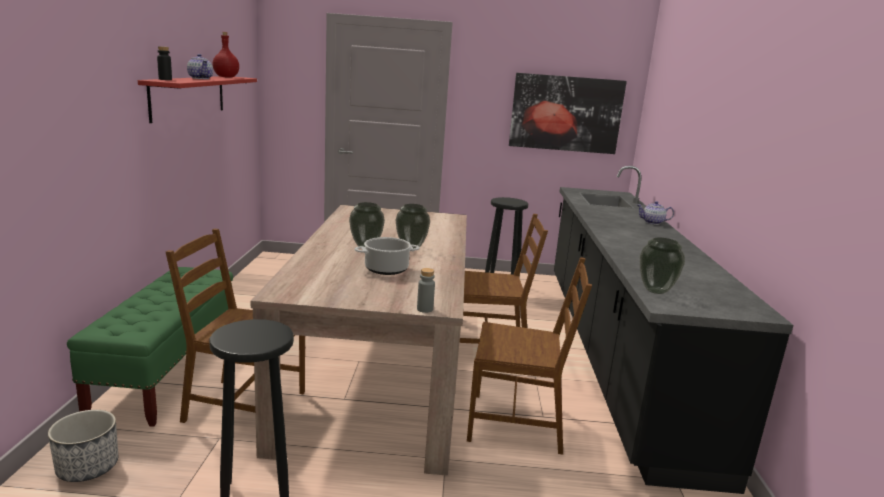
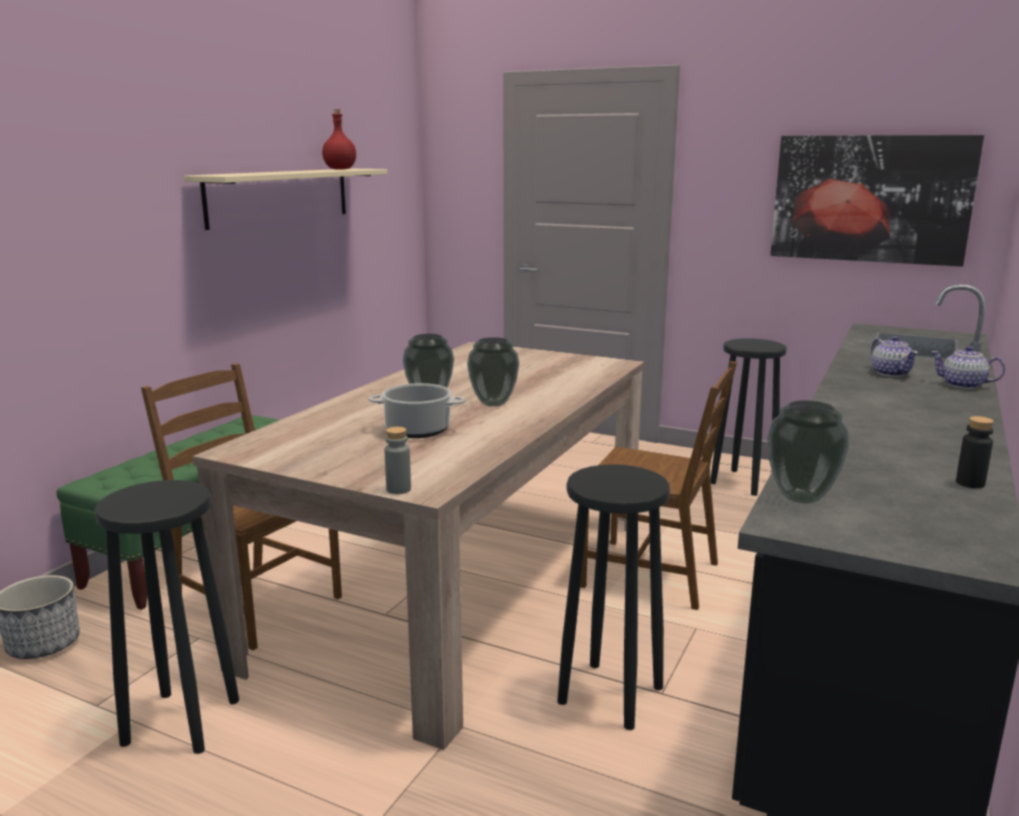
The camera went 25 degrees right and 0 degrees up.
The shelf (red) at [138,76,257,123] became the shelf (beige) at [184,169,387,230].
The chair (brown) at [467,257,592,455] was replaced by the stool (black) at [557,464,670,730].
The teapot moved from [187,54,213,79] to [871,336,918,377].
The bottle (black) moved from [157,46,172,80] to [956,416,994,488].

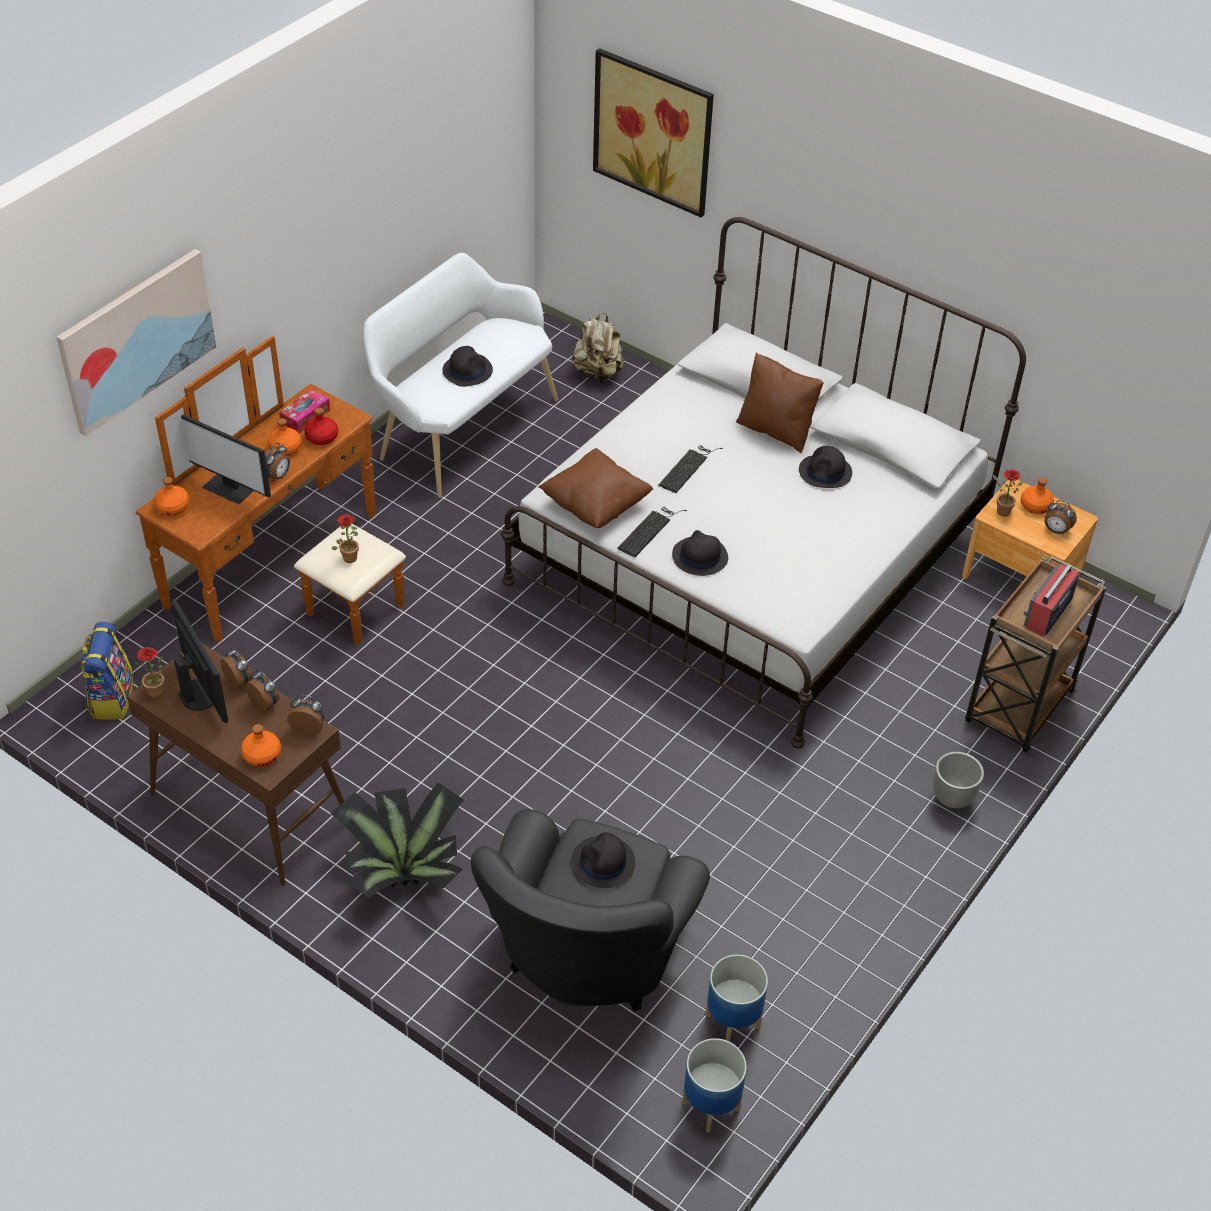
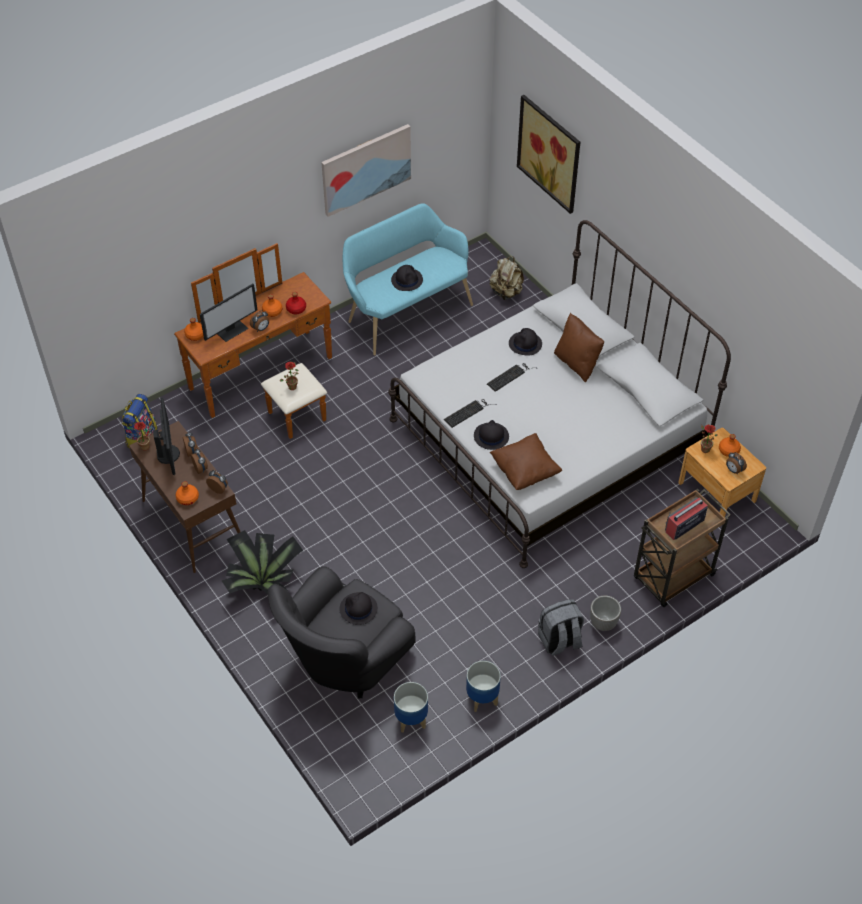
The camera went 20 degrees right and 5 degrees up.
The monitor at [181,415,271,505] turned 90 degrees counterclockwise.
The picture moved from [56,249,217,436] to [321,124,411,217].
The bench (white) at [363,253,558,498] became the bench (turquoise) at [343,203,473,355].
The planter moved from [682,1038,747,1133] to [466,661,501,712].
The pillow (brown) moved from [538,448,653,528] to [489,433,563,490].
The hat (black) moved from [799,446,852,488] to [509,328,542,356].
The backpack (grey) at [538,599,584,656] appeared.
The tissue box at [279,389,330,434] disappeared.

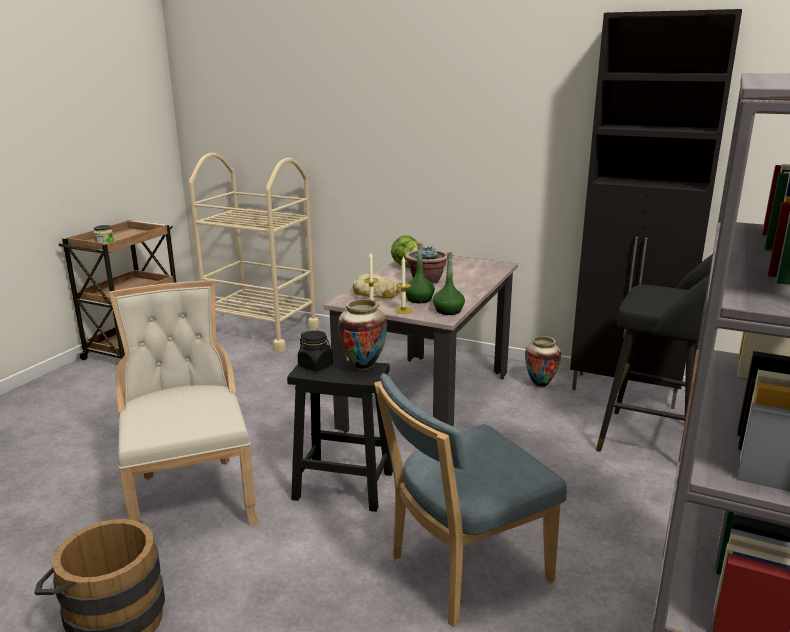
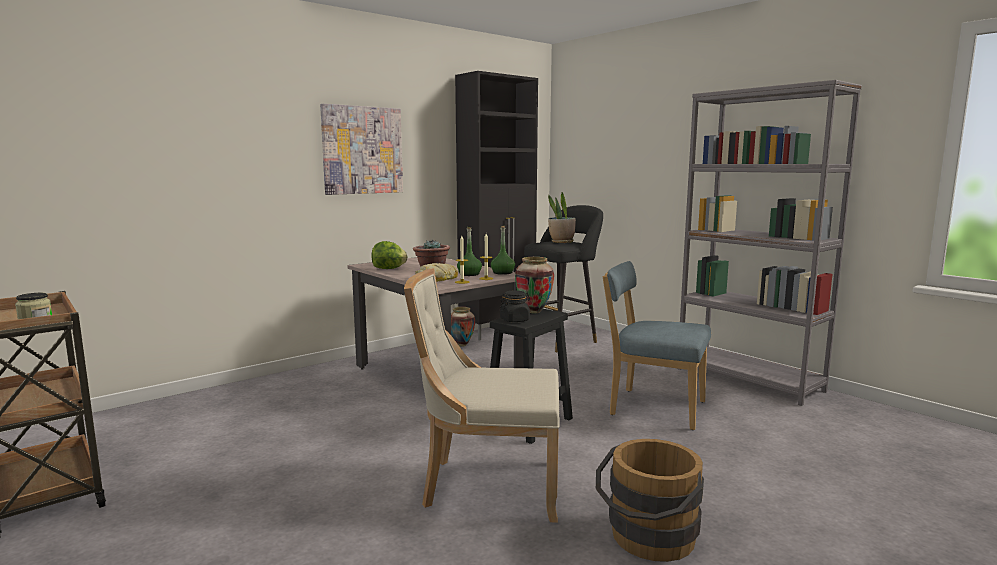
The camera went 65 degrees left and 10 degrees down.
The picture at [320,104,403,195] appeared.
The potted plant at [548,192,576,243] appeared.
The chair (blue) at [374,373,567,627] turned 120 degrees clockwise.
The cart (beige) at [189,153,320,352] disappeared.

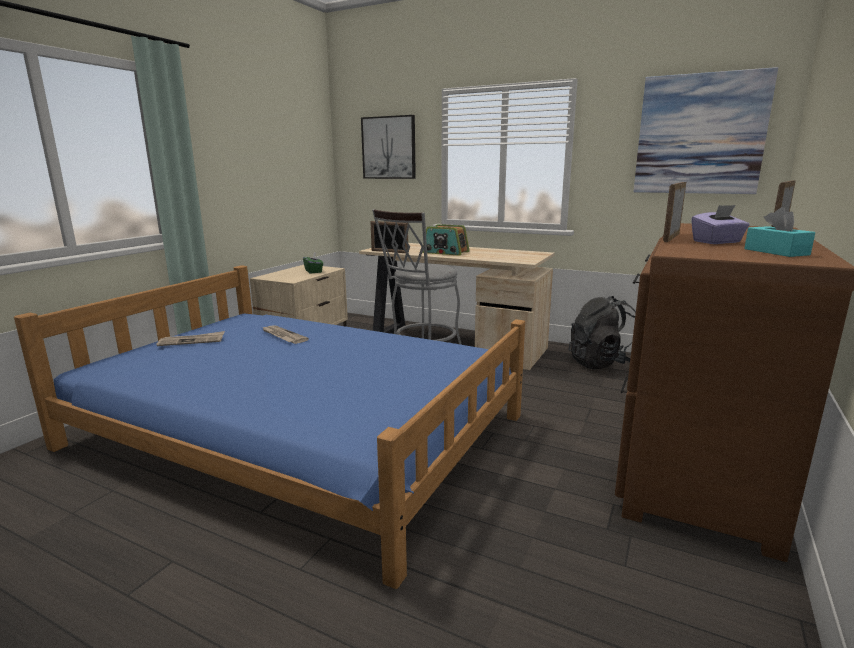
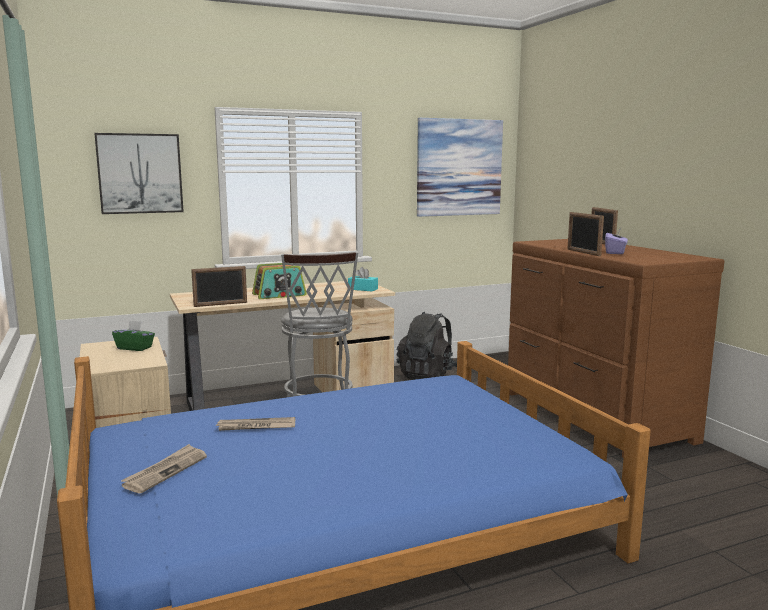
The camera went 50 degrees left and 5 degrees down.
The tissue box (turquoise) moved from [744,207,815,257] to [348,267,378,291].

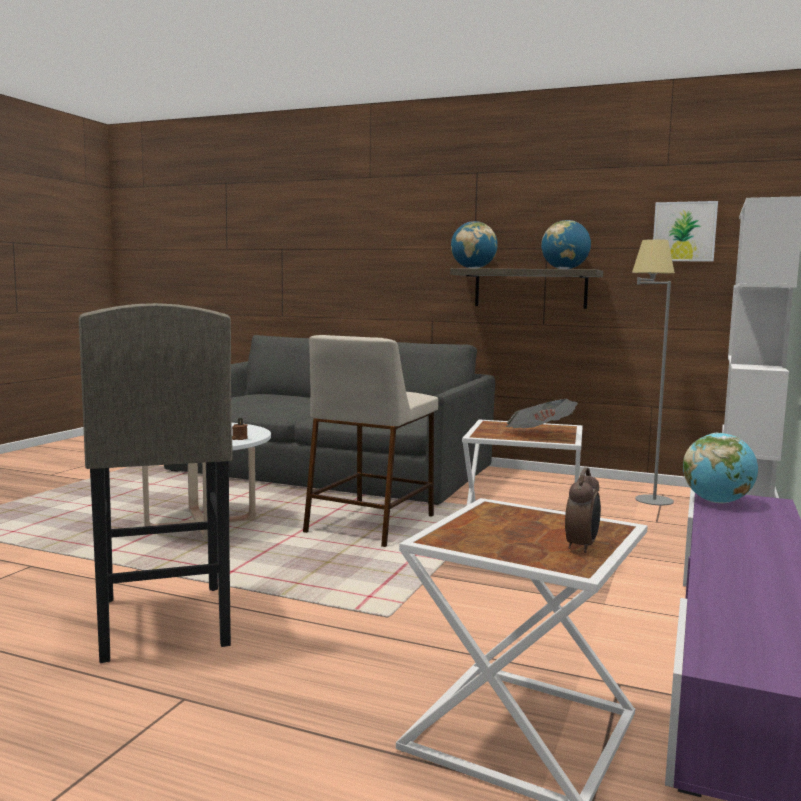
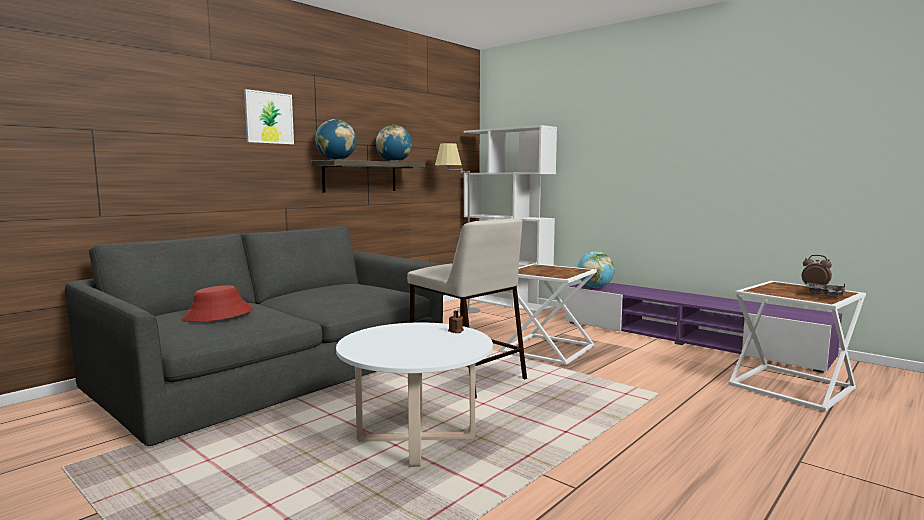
The camera went 70 degrees left and 0 degrees up.
The hat (red) at [182,285,253,322] appeared.
The picture moved from [653,201,718,261] to [244,89,294,145].
The tray (grey) at [806,283,845,296] appeared.
The stool (grey) at [79,303,232,663] disappeared.
The newspaper at [505,399,578,428] disappeared.

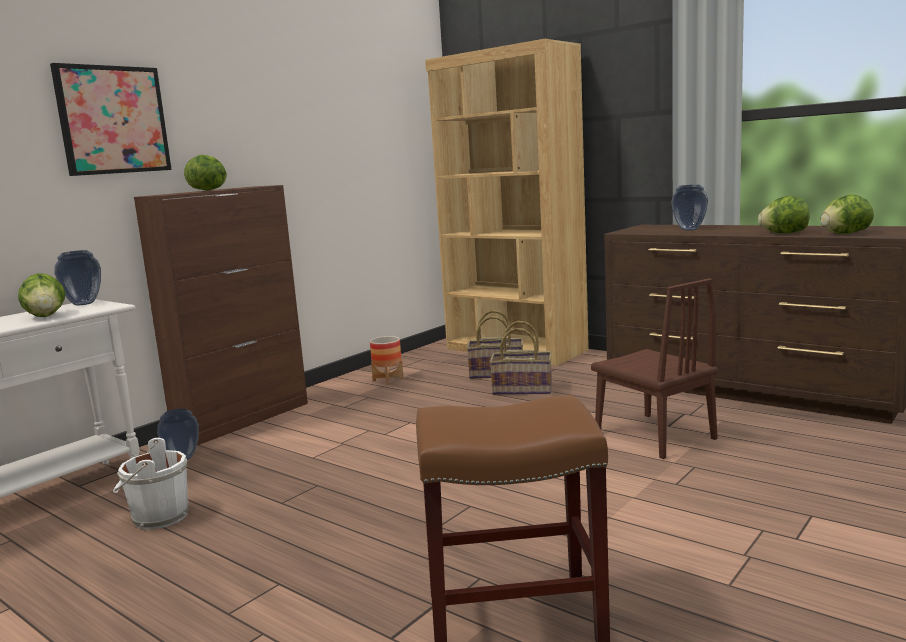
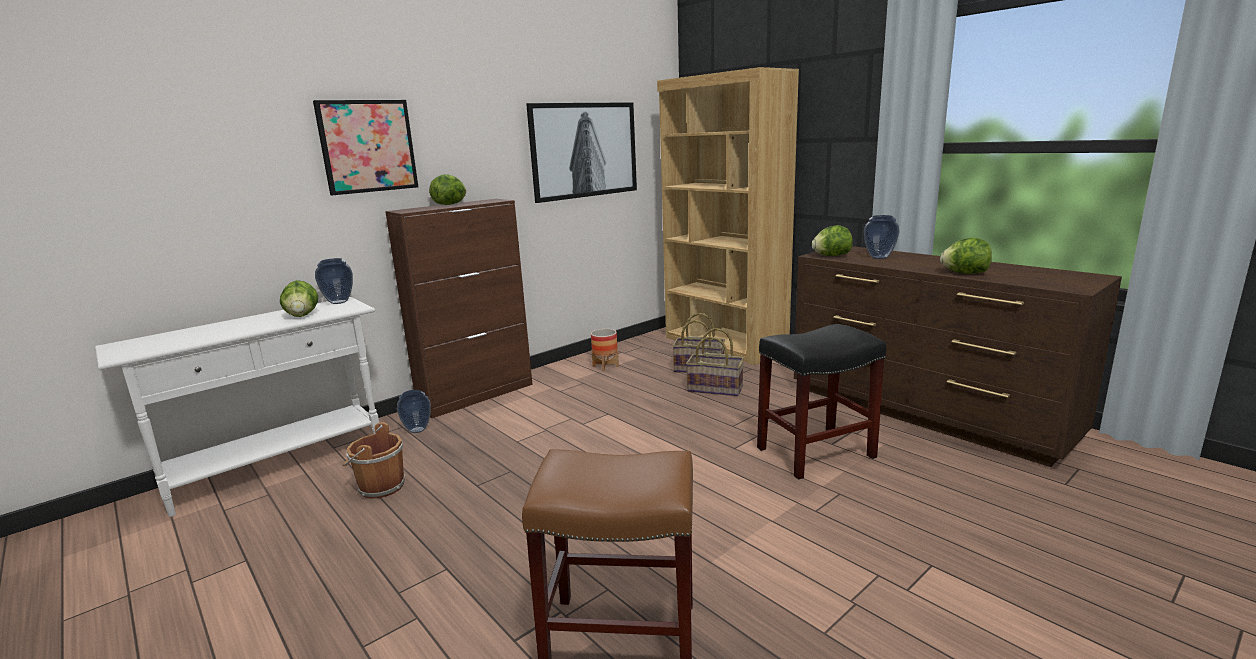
The camera went 10 degrees right and 5 degrees up.
The bucket (white) at [113,438,189,530] became the bucket (brown) at [342,422,406,499].
The picture at [526,102,637,203] appeared.
The chair (brown) at [591,278,718,459] was replaced by the stool (black) at [757,324,886,480].
The lettuce moved from [821,194,874,234] to [812,225,853,256].

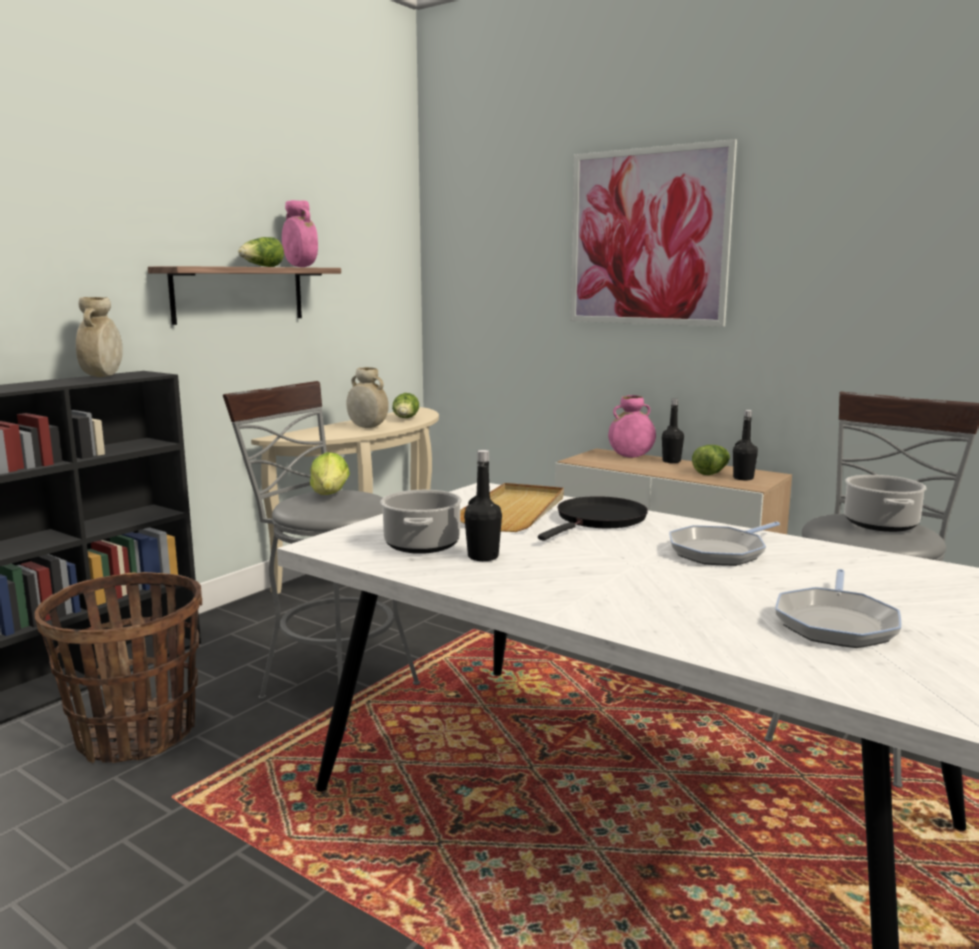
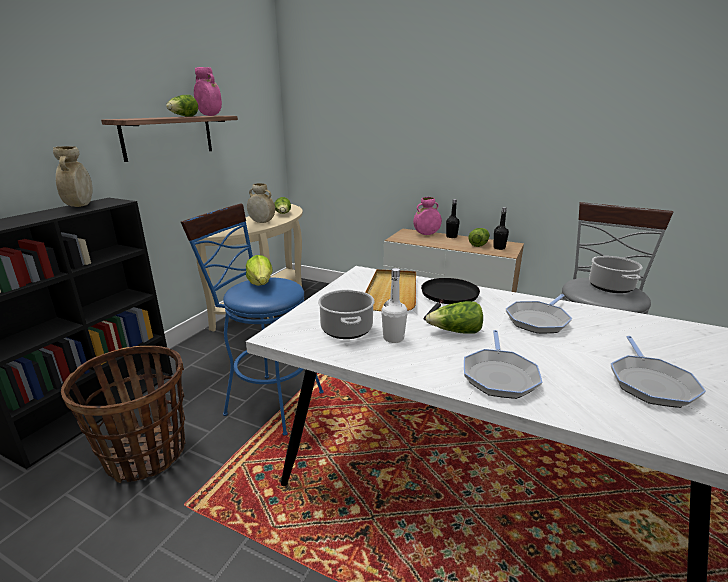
The camera went 10 degrees left and 10 degrees up.
The stool (grey) at [223,381,420,731] became the stool (blue) at [181,203,324,436].
The bottle (black) at [464,450,502,561] became the bottle (white) at [381,268,408,343].
The lettuce at [426,301,483,334] appeared.
The frying pan at [464,330,542,399] appeared.
The picture at [570,139,737,327] disappeared.

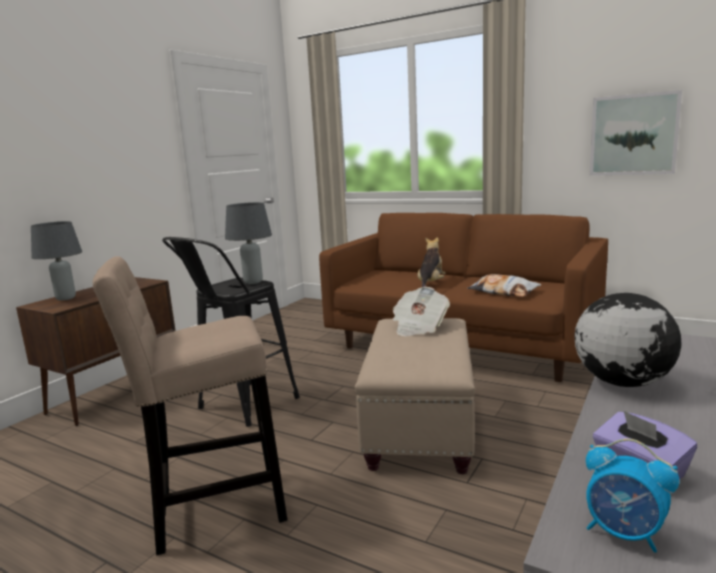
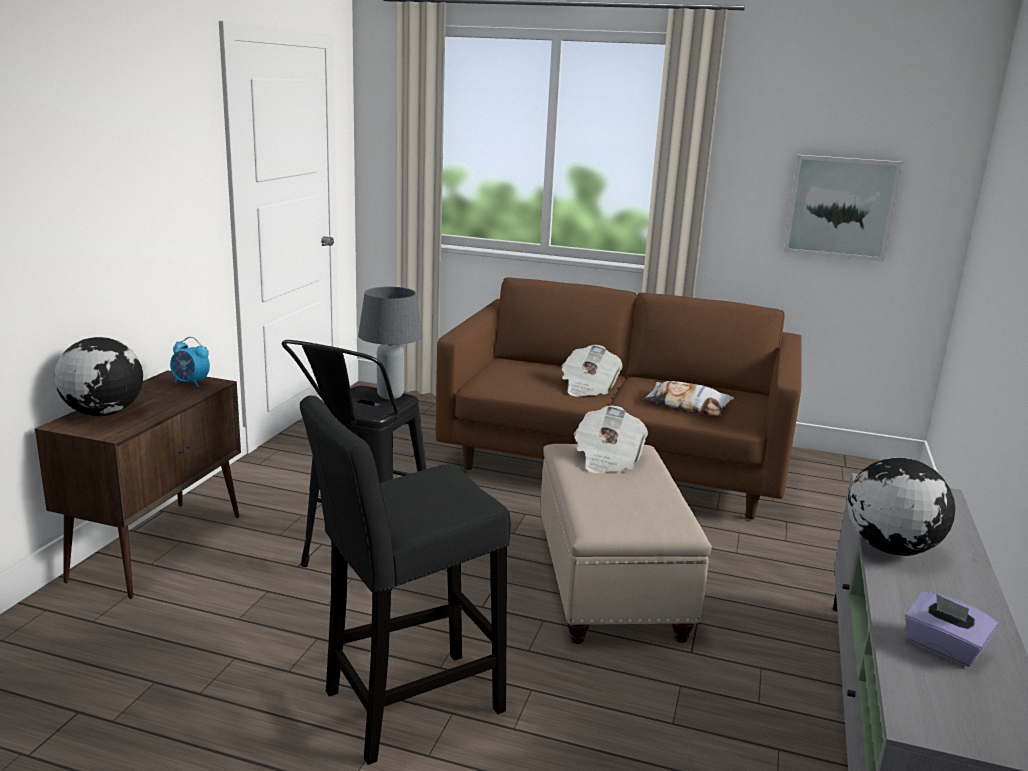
The camera went 15 degrees left and 5 degrees up.
The table lamp (grey) at [31,221,82,301] was replaced by the globe at [54,337,143,416].
The alarm clock moved from [586,438,679,552] to [170,337,210,387].
The stool (beige) at [93,256,287,555] became the stool (black) at [300,395,510,765].
The plush toy at [418,237,446,287] was replaced by the newspaper at [561,345,623,397].

